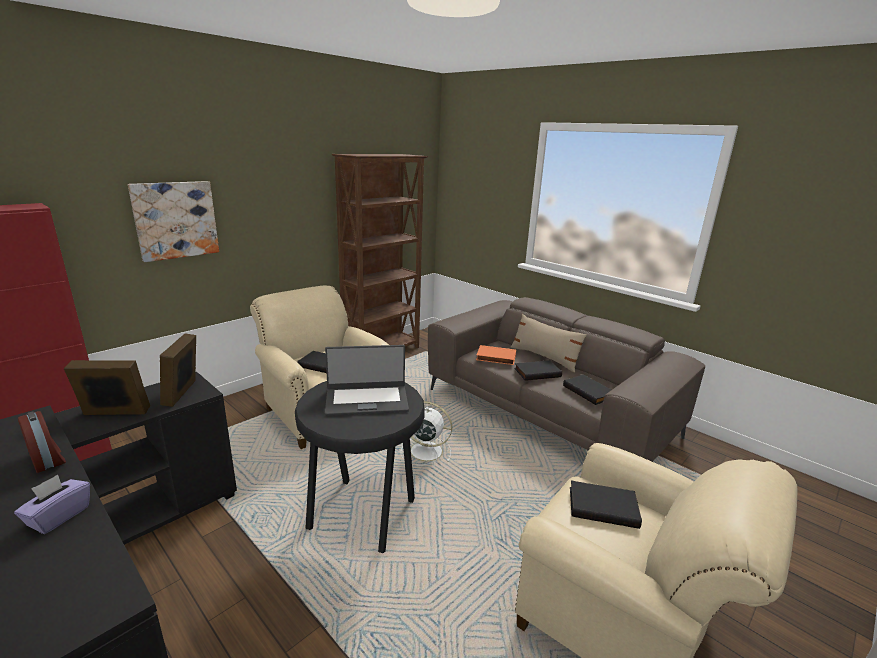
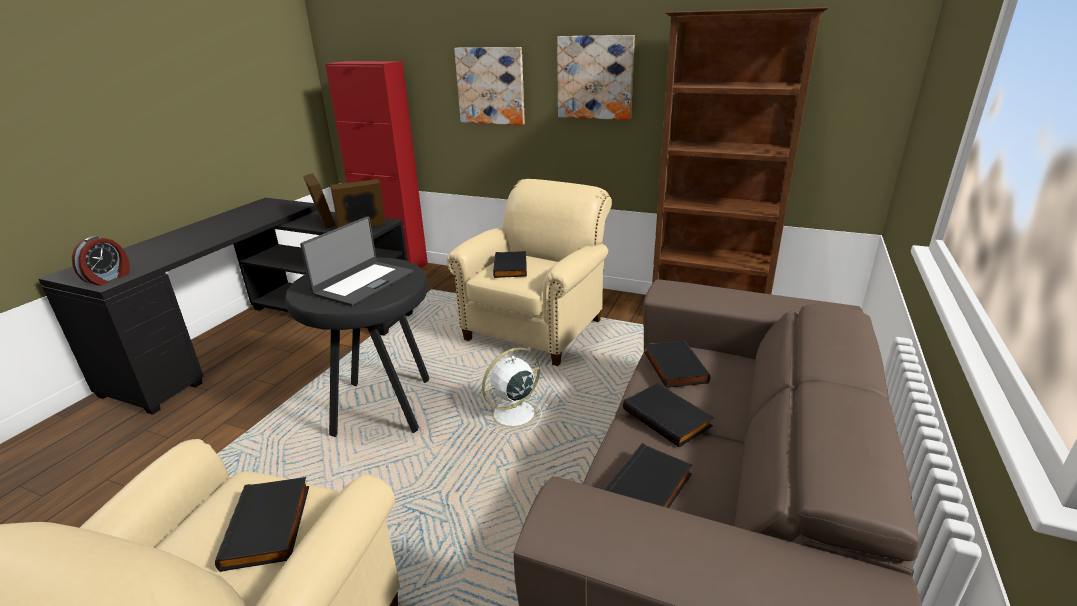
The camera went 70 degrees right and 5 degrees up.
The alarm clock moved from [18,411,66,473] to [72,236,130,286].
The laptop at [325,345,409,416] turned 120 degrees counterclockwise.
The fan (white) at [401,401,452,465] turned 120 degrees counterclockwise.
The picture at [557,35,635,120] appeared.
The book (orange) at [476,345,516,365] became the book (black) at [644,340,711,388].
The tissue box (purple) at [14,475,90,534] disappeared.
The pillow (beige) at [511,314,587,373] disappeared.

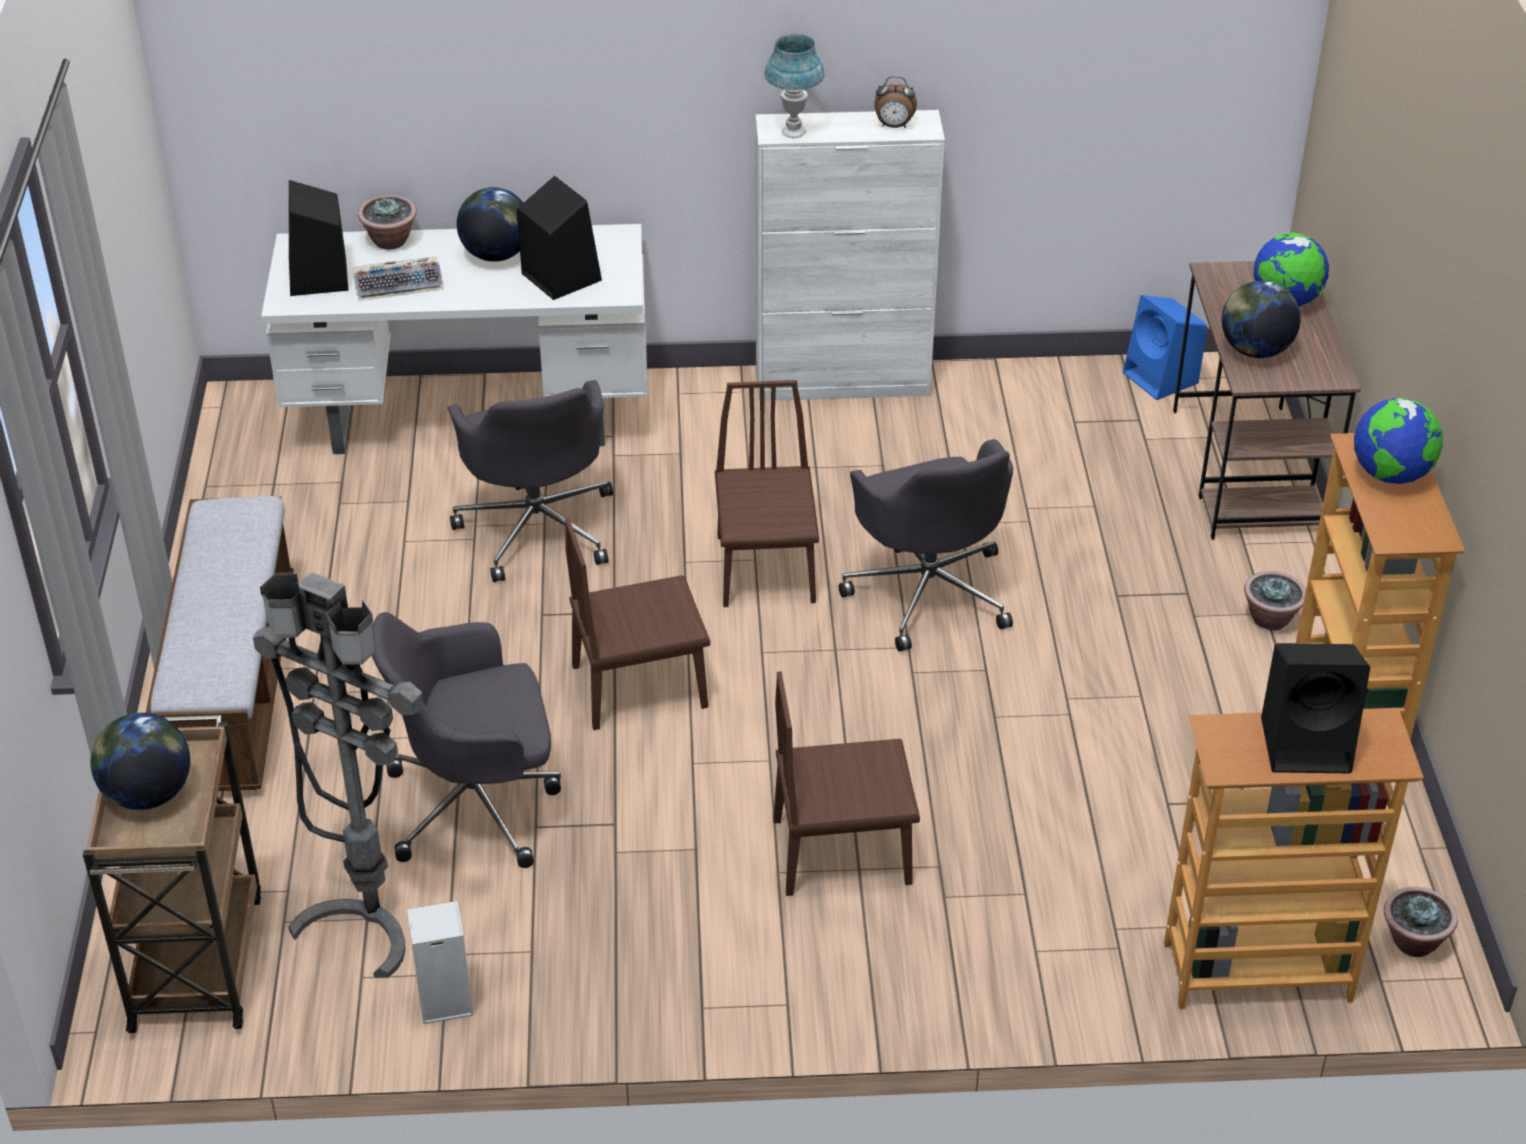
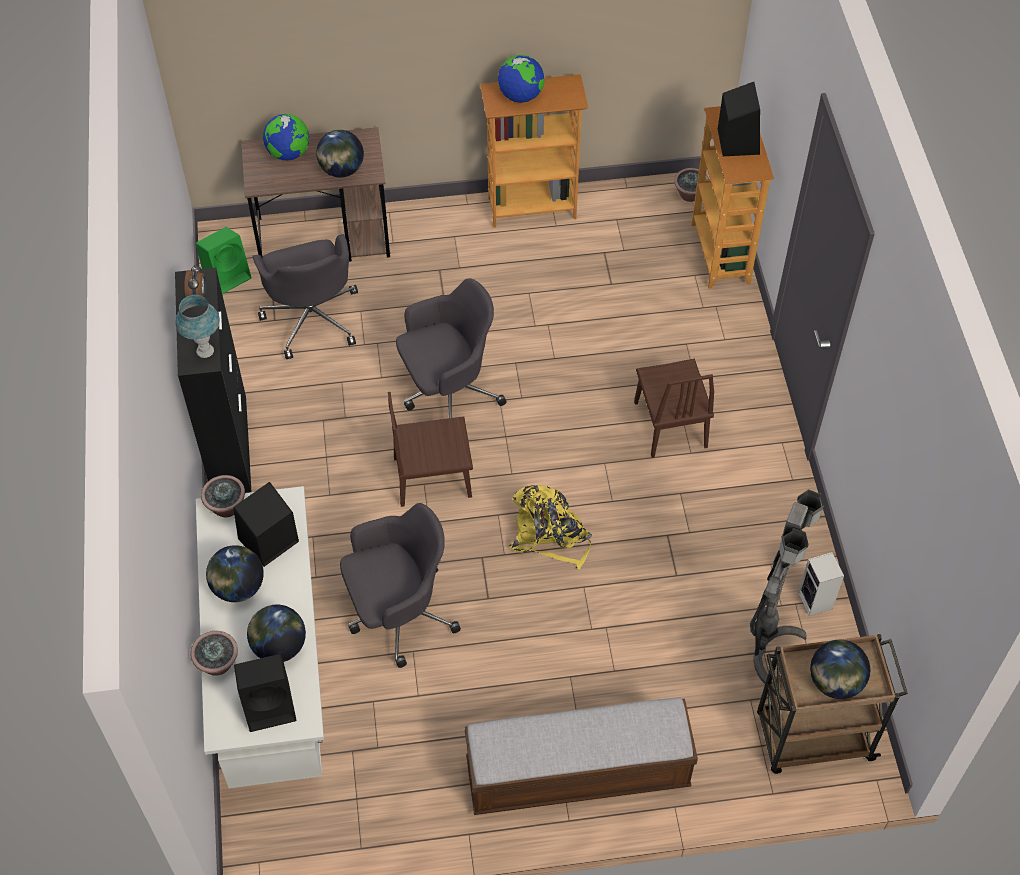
The camera went 95 degrees left and 15 degrees up.
The cabinet (white) at [756,110,945,401] became the cabinet (black) at [175,268,251,493].
The speaker (blue) at [1123,295,1207,400] became the speaker (green) at [196,227,252,294].
The potted plant moved from [1244,571,1306,631] to [201,475,245,517].
The keyboard at [353,256,443,301] was replaced by the globe at [247,605,306,662].
The office chair (grey) moved from [372,612,561,868] to [252,234,358,359].
The chair (brown) at [565,518,710,730] was replaced by the backpack (yellow) at [509,485,592,570].

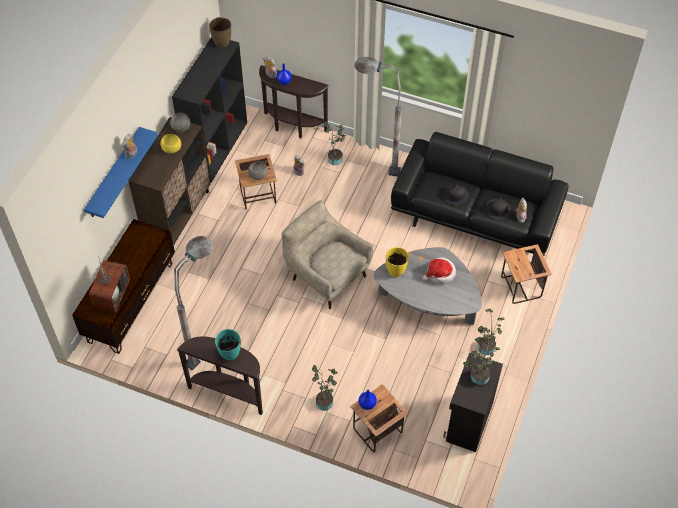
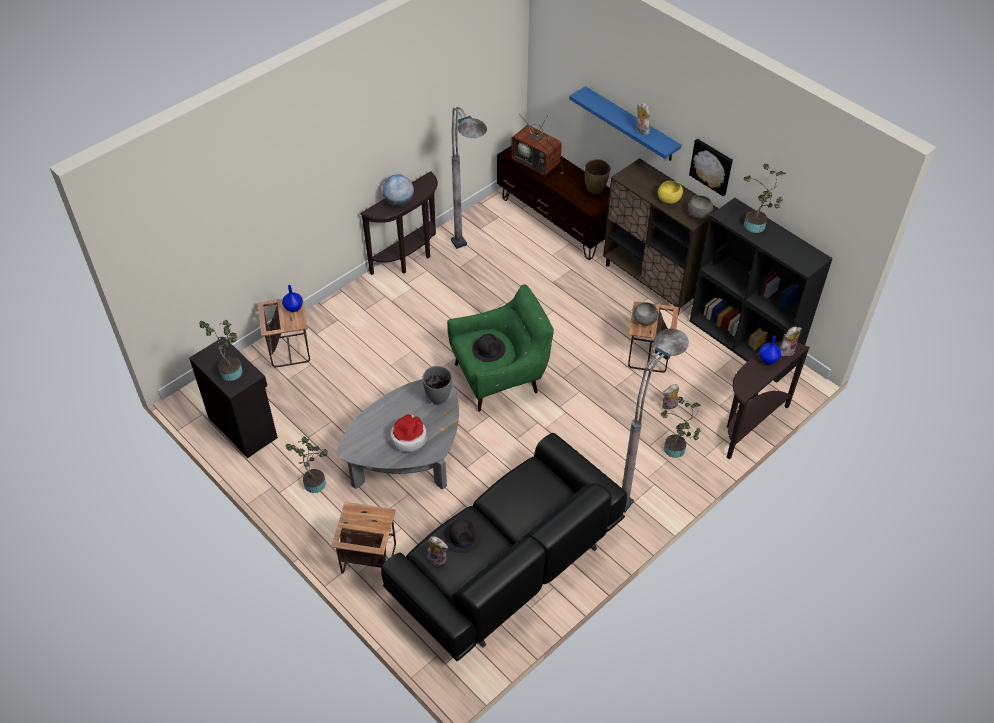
The camera went 115 degrees right and 5 degrees down.
The vase (turquoise) at [215,329,241,361] was replaced by the globe at [382,174,414,206].
The vase (yellow) at [386,247,409,277] became the vase (grey) at [422,366,452,404].
The armchair (beige) at [282,200,373,309] became the armchair (green) at [447,284,554,412].
The hat (black) moved from [443,183,469,205] to [472,334,506,362].
The vase (brown) moved from [209,17,231,48] to [585,159,610,195].
The picture at [689,139,733,196] appeared.
The potted plant moved from [312,365,338,411] to [744,164,786,233].

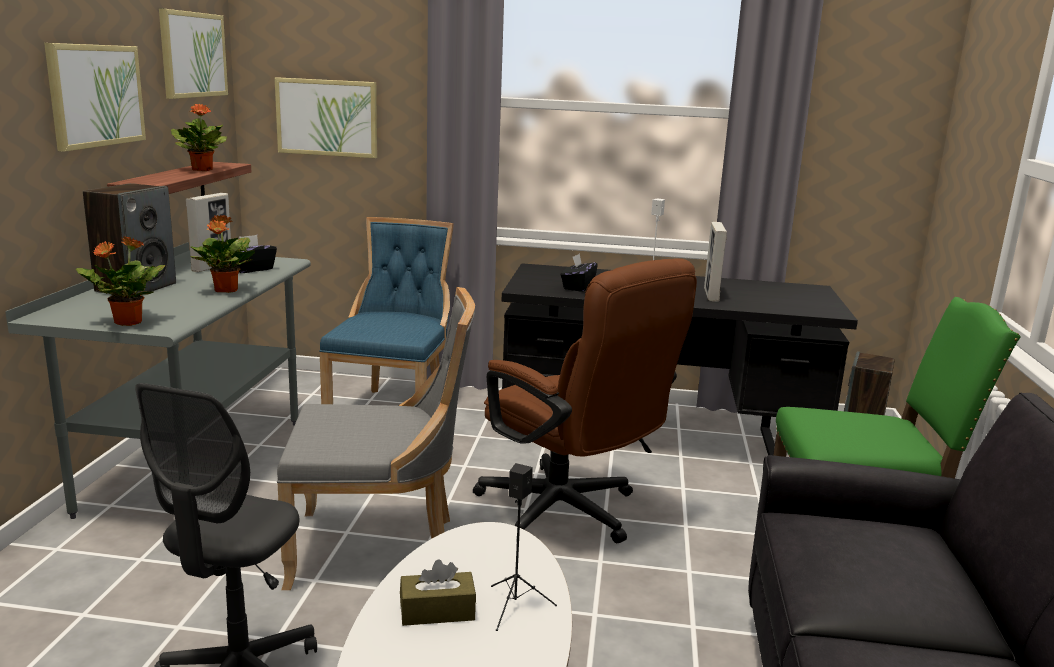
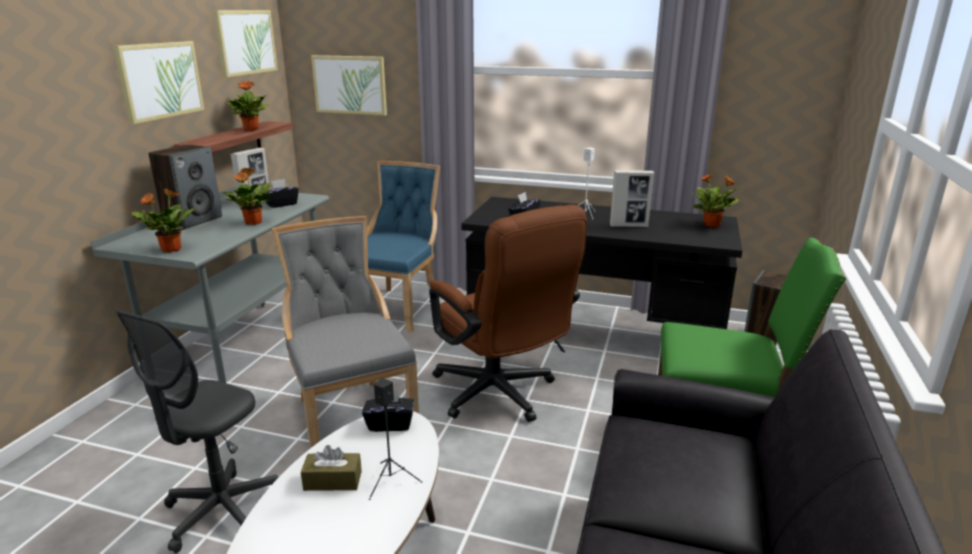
The camera went 10 degrees right and 5 degrees up.
The chair (grey) at [277,287,475,590] turned 120 degrees counterclockwise.
The tissue box (black) at [362,389,414,432] appeared.
The picture frame at [704,222,727,302] turned 105 degrees counterclockwise.
The potted plant at [692,173,740,228] appeared.

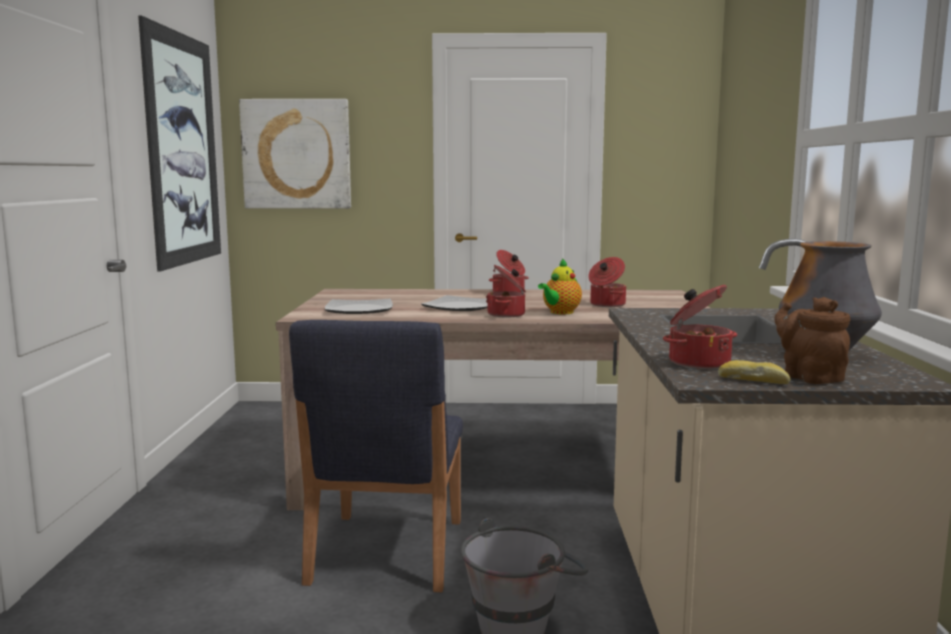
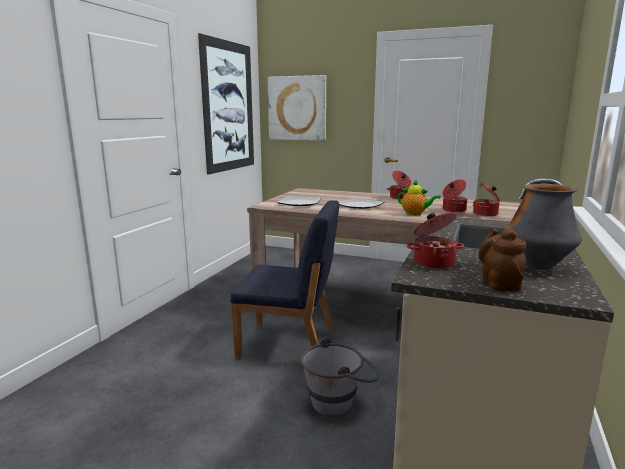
The camera went 20 degrees right and 5 degrees up.
The chair (blue) at [289,320,463,592] turned 105 degrees counterclockwise.
The teapot at [538,258,582,315] turned 120 degrees counterclockwise.
The cooking pot moved from [486,265,526,318] to [473,183,500,217].
The bread at [718,360,790,384] disappeared.

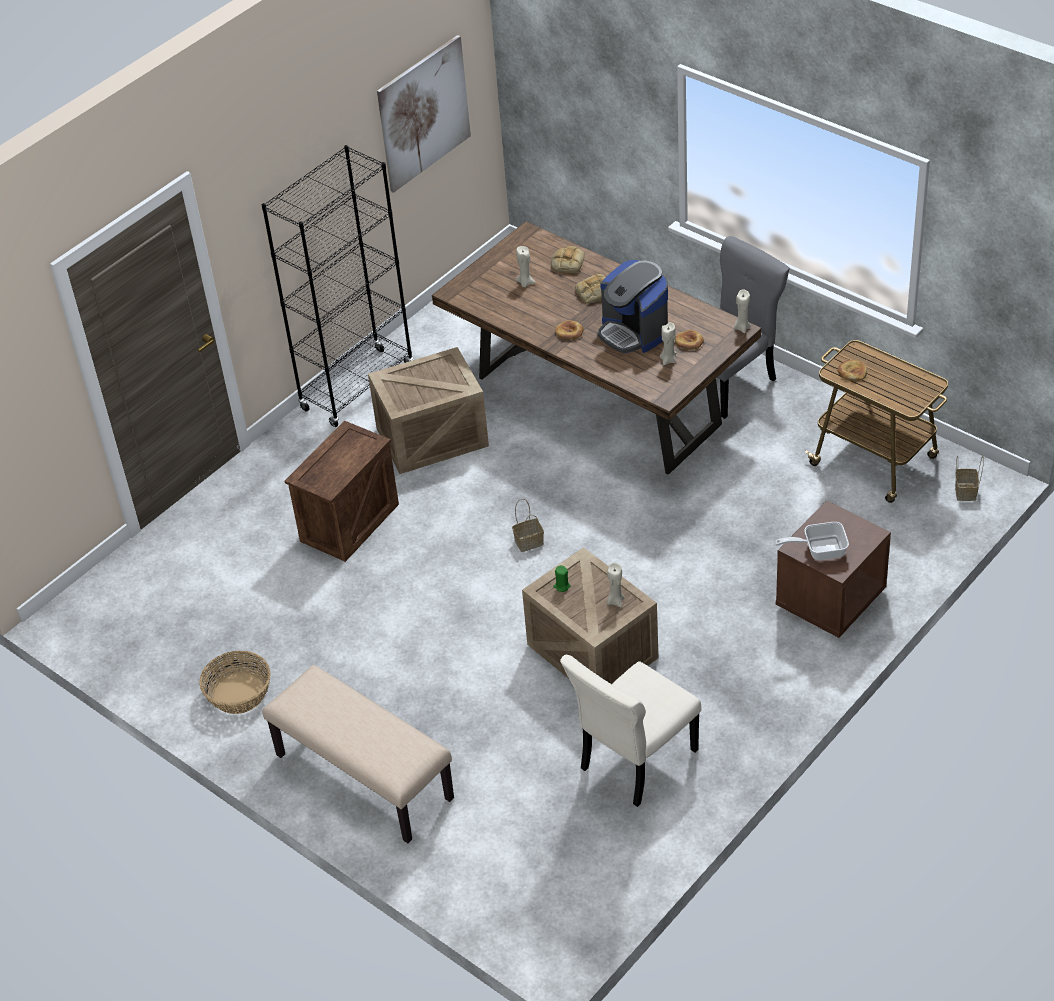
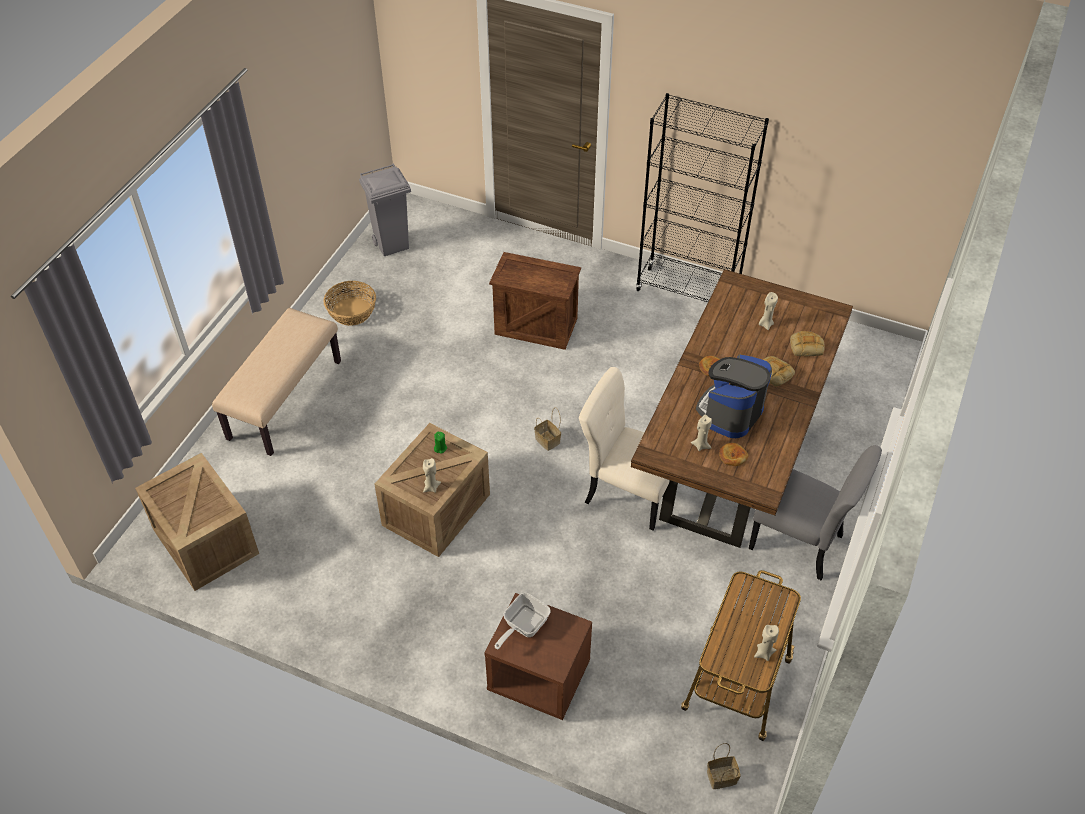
The camera went 70 degrees right and 5 degrees up.
The crate moved from [368,347,489,474] to [135,453,259,591].
The trash can (grey) at [359,164,411,256] appeared.
The frying pan at [775,522,849,560] turned 120 degrees counterclockwise.
The chair (beige) moved from [560,655,702,807] to [579,367,669,530].
The candle (beige) moved from [734,289,751,333] to [754,625,779,661].
The picture at [377,35,471,193] disappeared.
The bread at [837,360,867,381] disappeared.

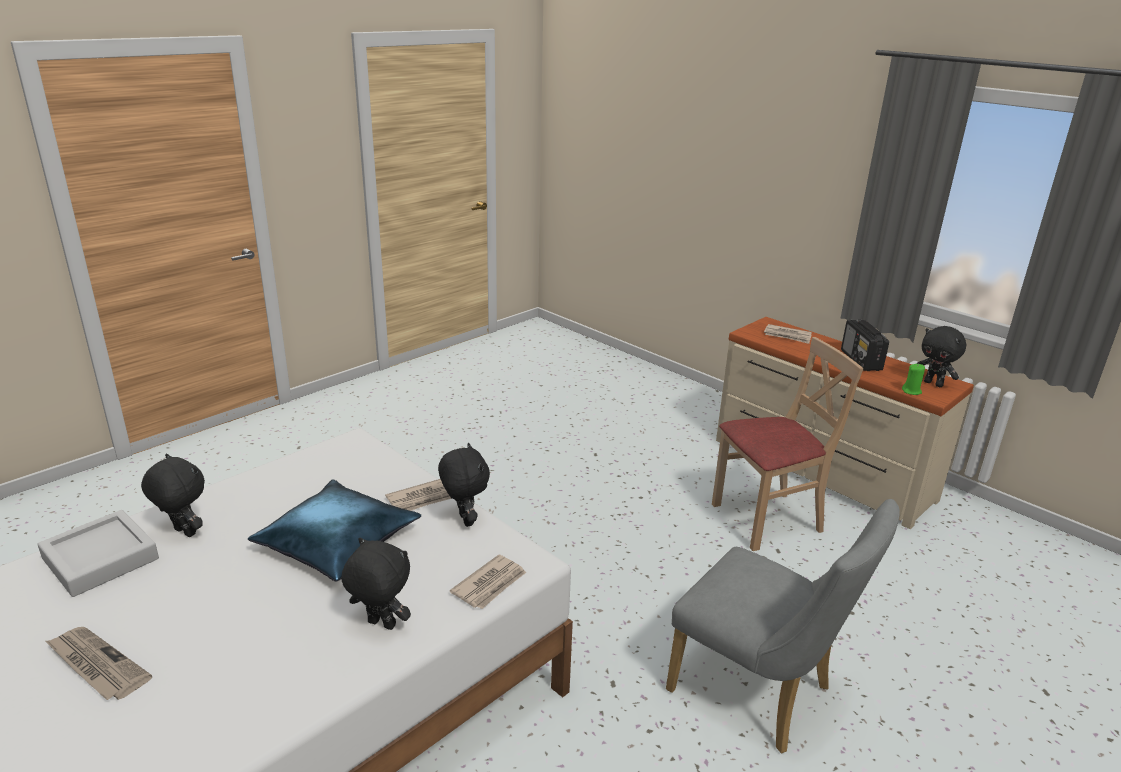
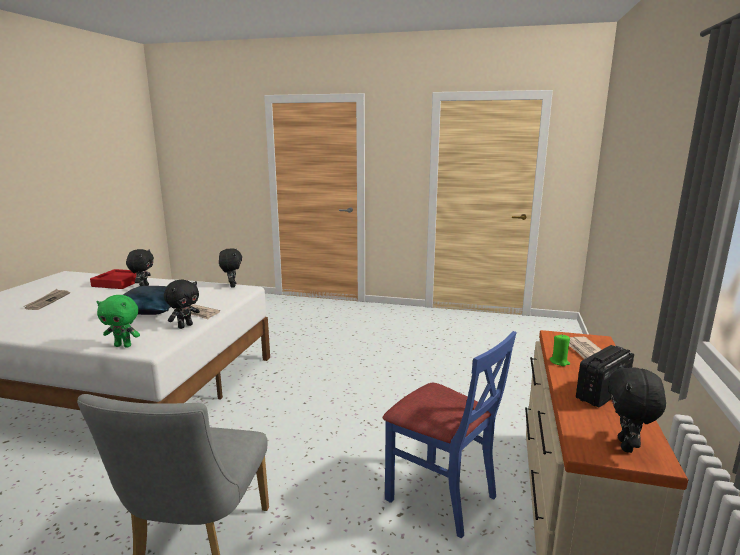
The camera went 60 degrees right and 10 degrees down.
The tray (grey) at [38,510,159,597] became the tray (red) at [90,269,137,289].
The newspaper at [450,555,526,609] was replaced by the plush toy (green) at [97,295,140,347].
The plush toy (black) moved from [341,537,411,630] to [219,248,242,288].
The chair (beige) at [712,337,863,551] became the chair (blue) at [383,331,517,538].
The candle (green) moved from [902,364,925,395] to [550,334,570,366].

